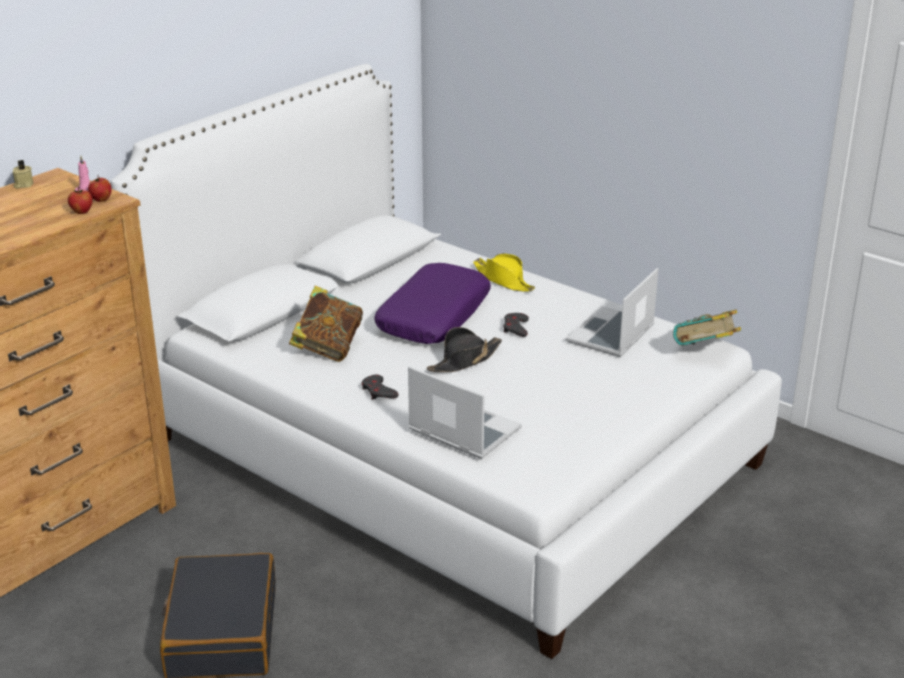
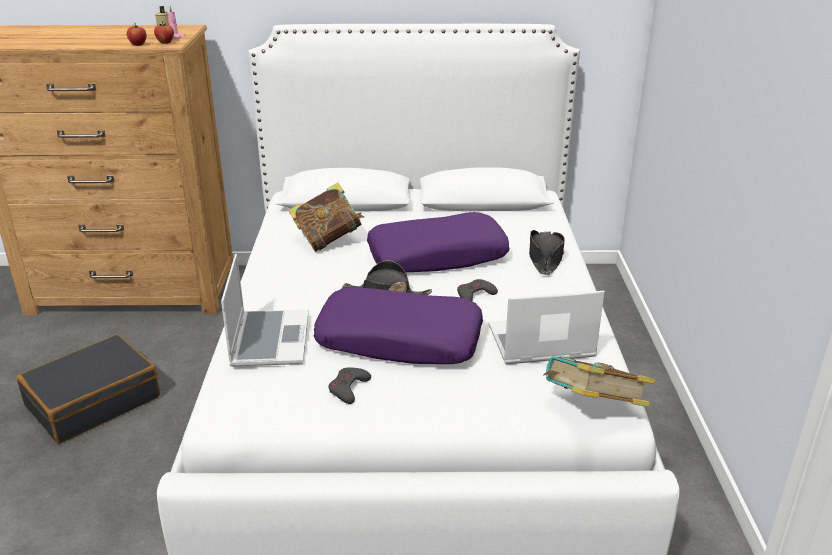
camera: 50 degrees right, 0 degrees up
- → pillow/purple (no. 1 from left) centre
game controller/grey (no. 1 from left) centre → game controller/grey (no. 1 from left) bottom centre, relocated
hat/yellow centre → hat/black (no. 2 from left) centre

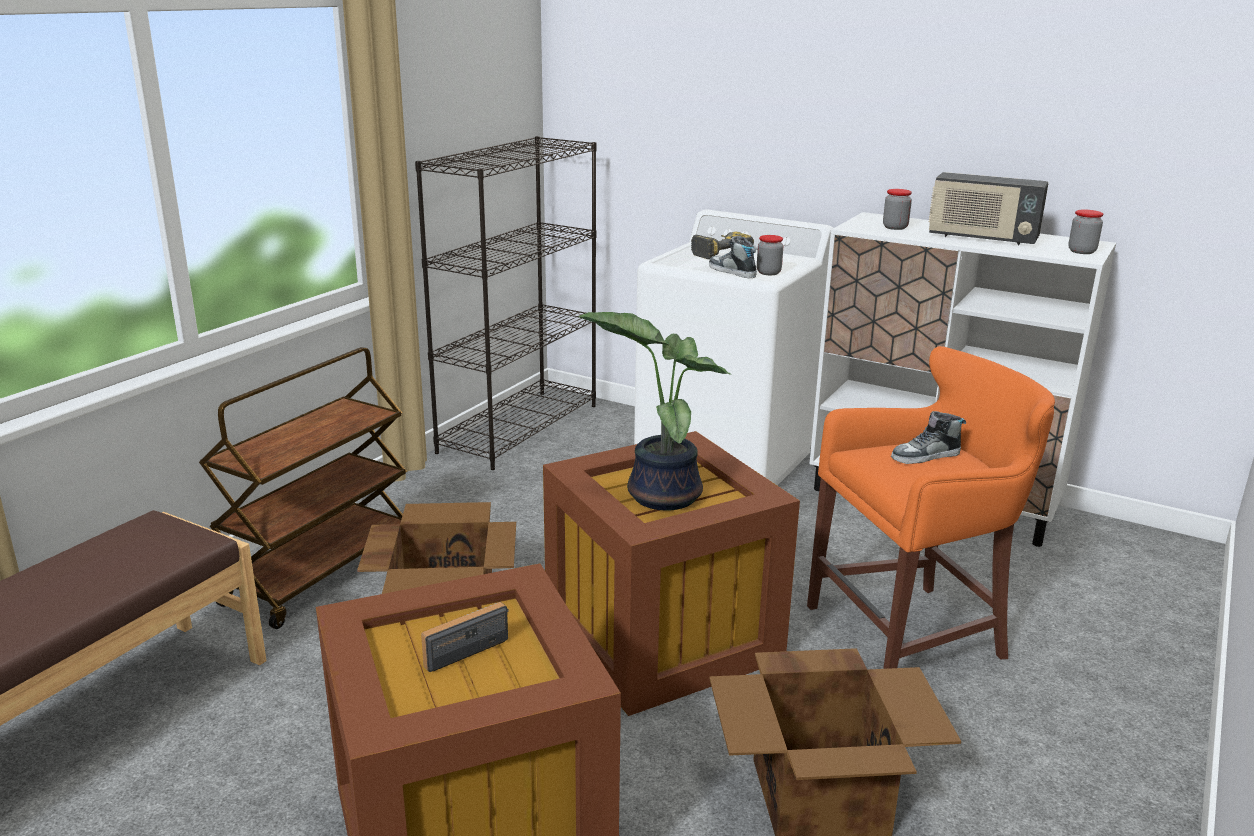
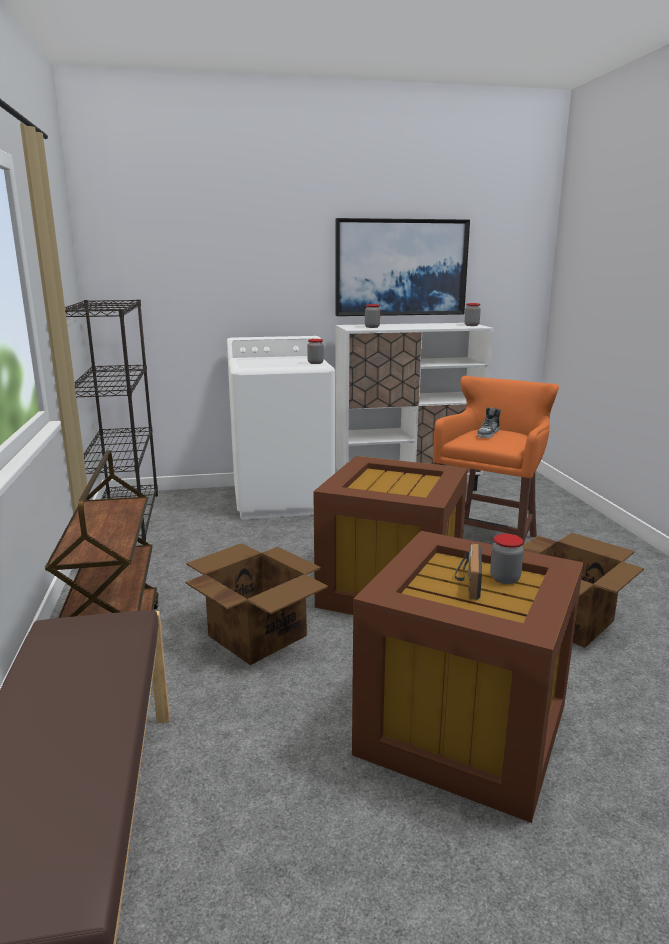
camera: 40 degrees left, 5 degrees down
- → picture top centre
- → jar (no. 4 from left) middle right
potted plant centre → -
power drill top centre → -
shoe (no. 1 from left) top centre → -
radio (no. 2 from left) top right → -

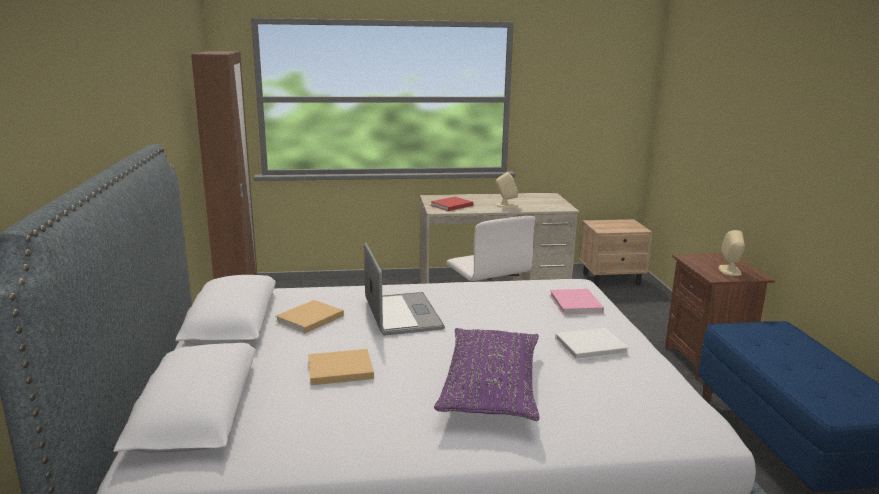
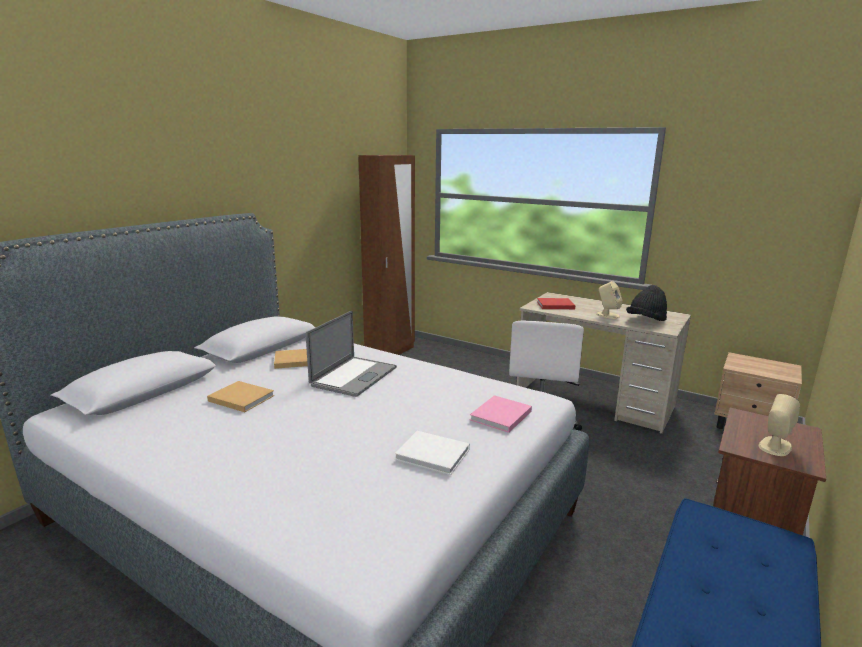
camera: 40 degrees right, 0 degrees up
- → hat/black middle right
pillow/purple bottom centre → -

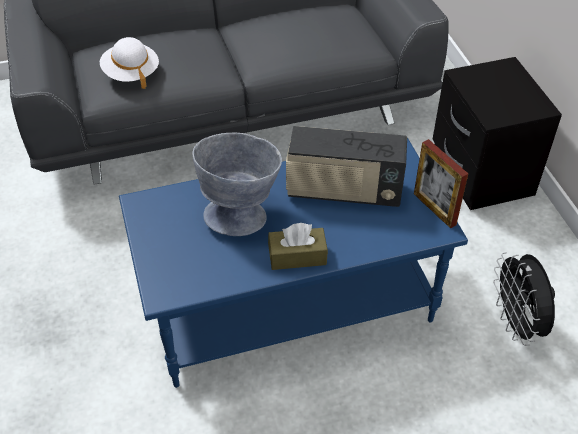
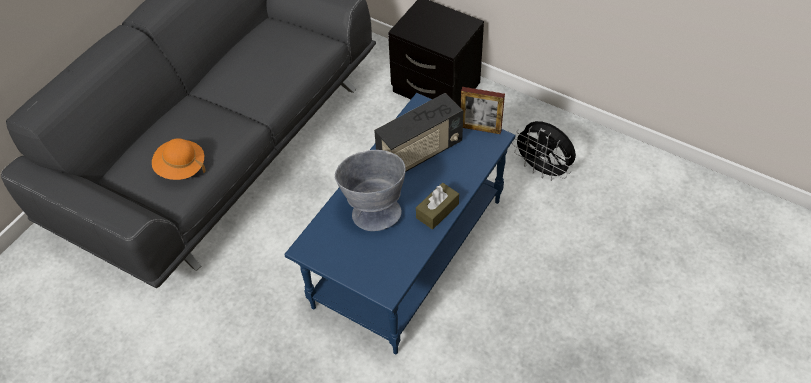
camera: 40 degrees left, 5 degrees up
hat/white top left → hat/orange middle left

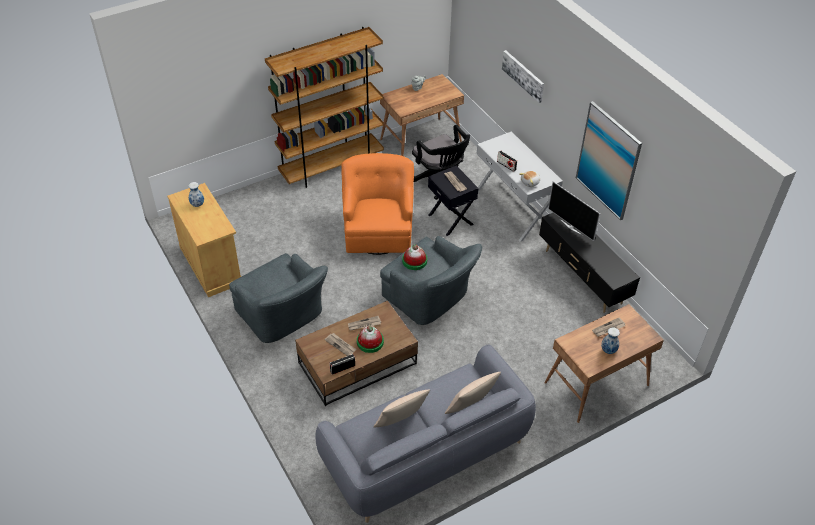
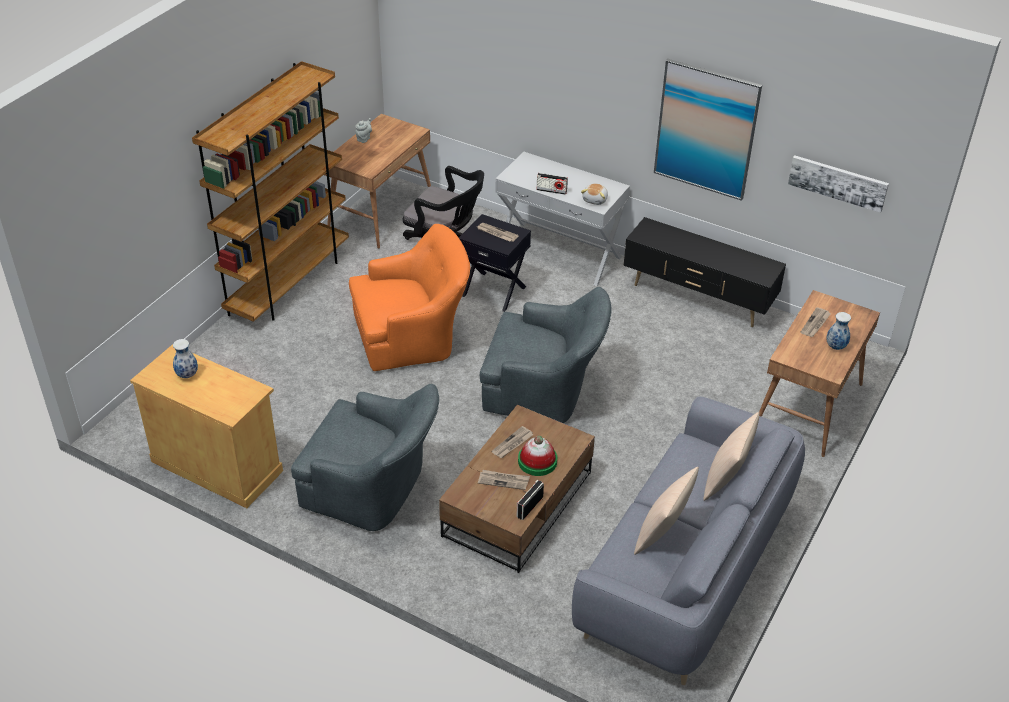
camera: 30 degrees left, 5 degrees down
armchair/orange centre, 105 degrees clockwise
picture (no. 1 from left in the first image) top centre → picture (no. 2 from left) top right, relocated
hat (no. 2 from left) centre → -
television middle right → -

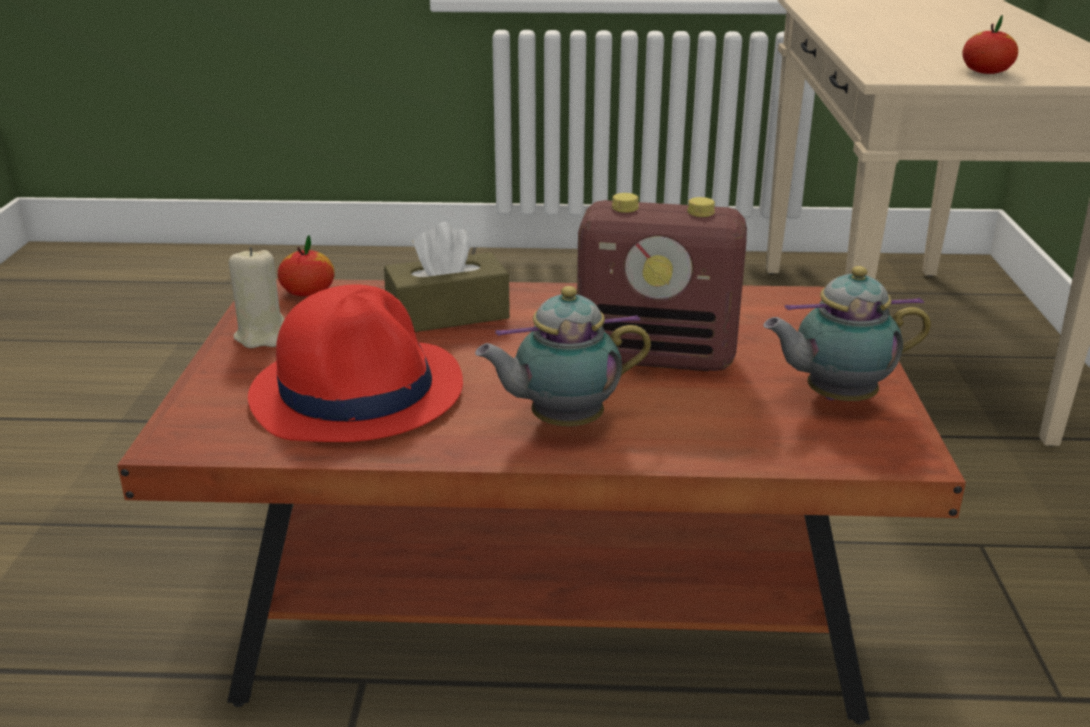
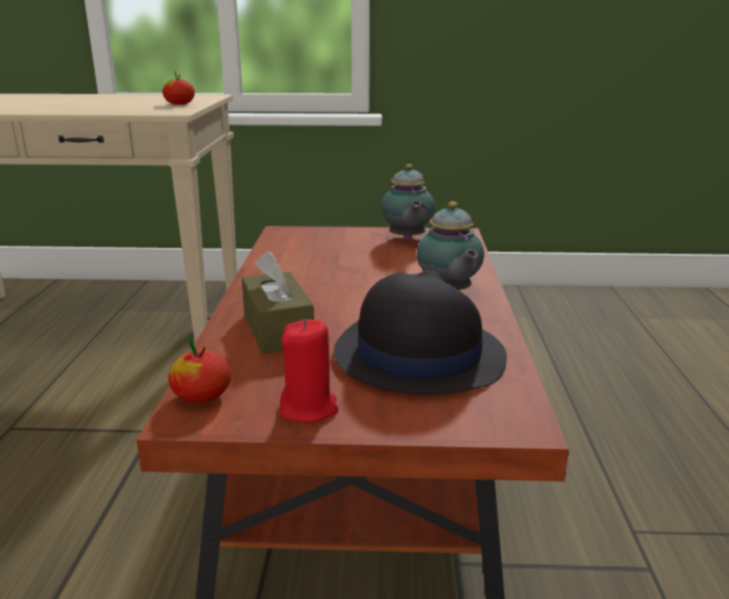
camera: 90 degrees left, 5 degrees down
candle/beige middle left → candle/red centre
hat/red middle left → hat/black centre
radio centre → -

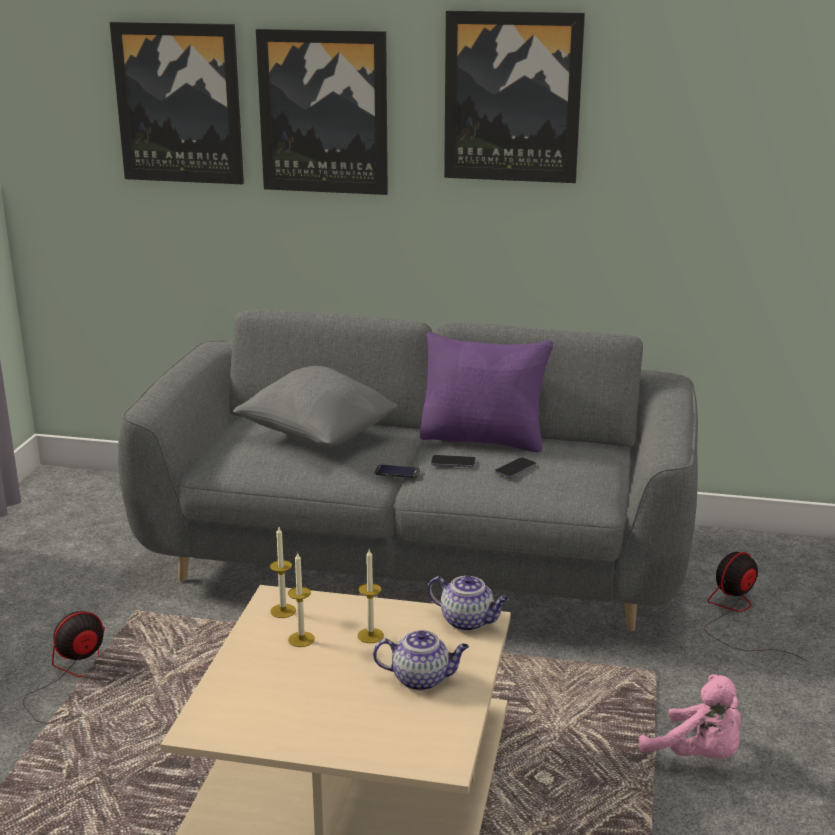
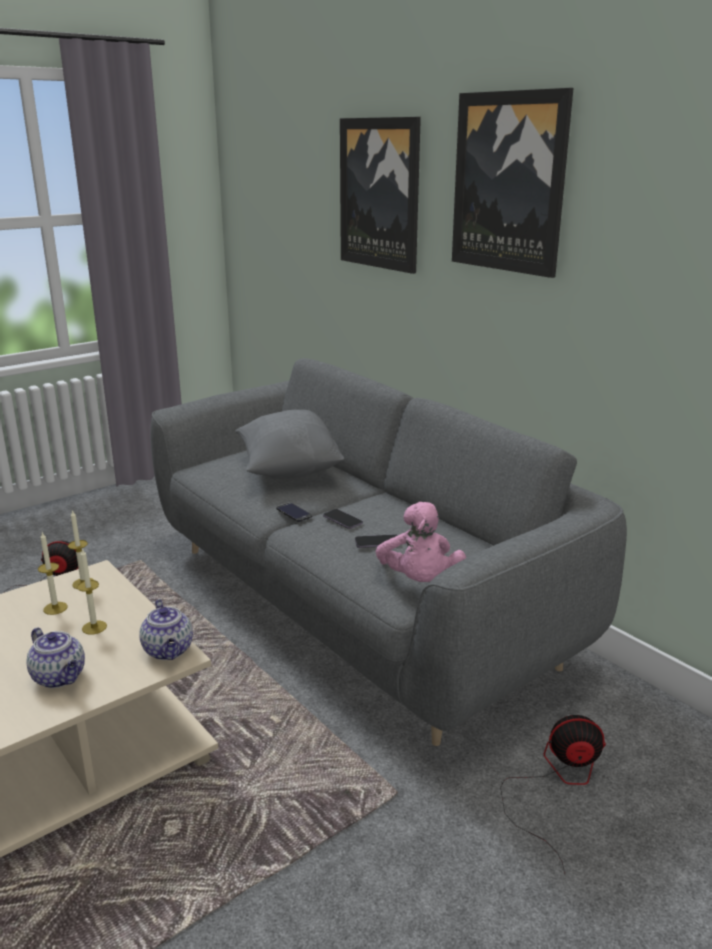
camera: 40 degrees right, 0 degrees up
plush toy/pink bottom right → plush toy/pink centre, relocated
picture (no. 1 from left) top left → -
pillow/purple centre → -

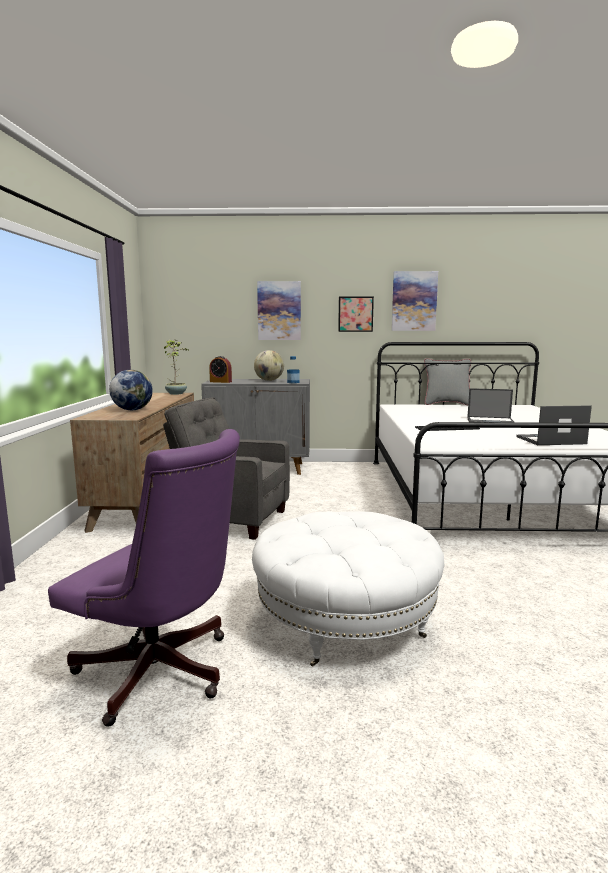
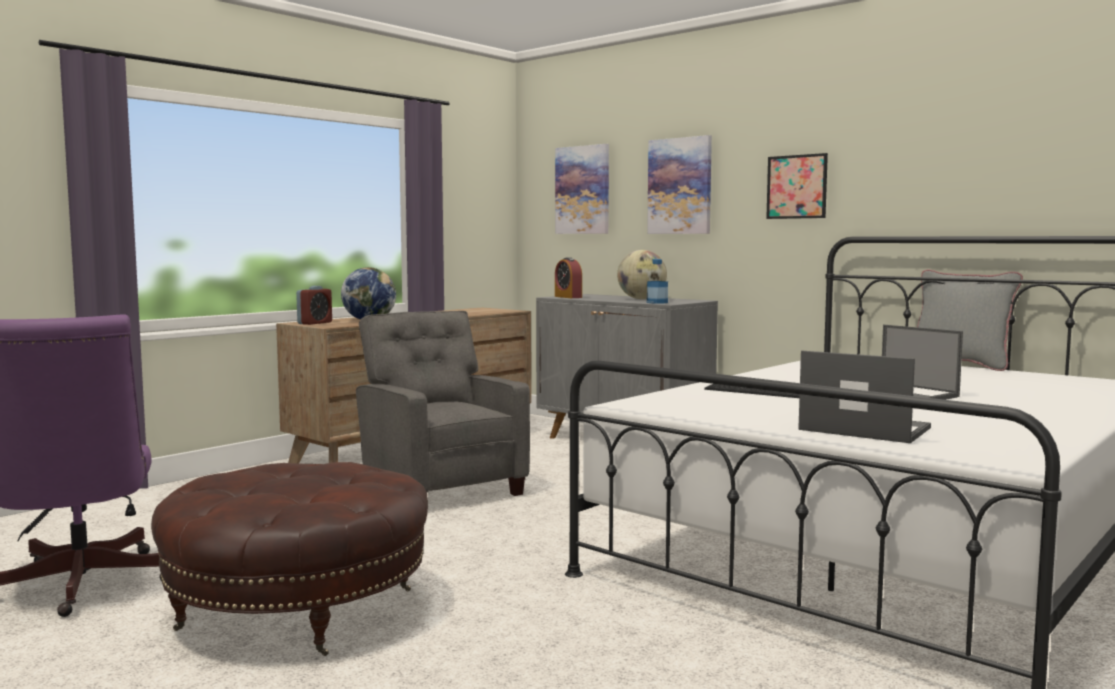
camera: 40 degrees right, 5 degrees down
ottoman/white bottom centre → ottoman/brown bottom left
- → alarm clock (no. 1 from left) middle left
picture (no. 3 from left in the first image) middle right → picture (no. 1 from left) top centre, relocated
potted plant middle left → -

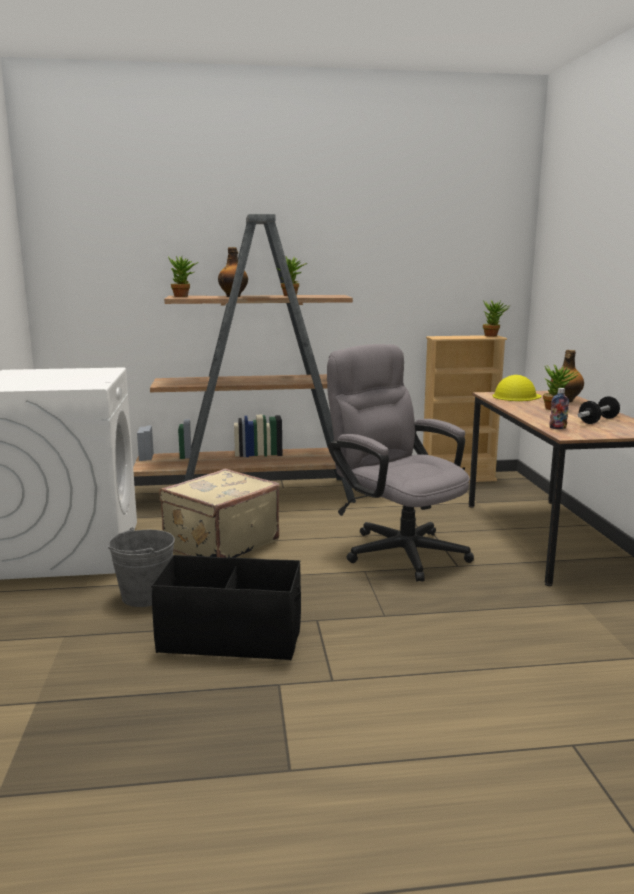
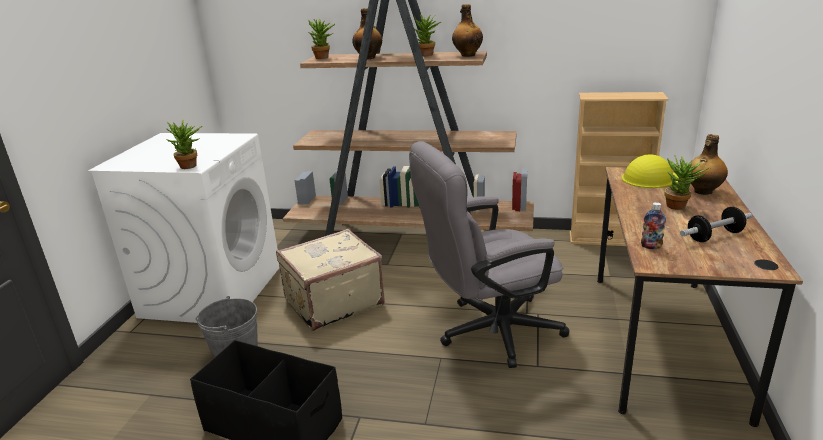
camera: 20 degrees right, 10 degrees up
potted plant (no. 3 from left in the first image) middle right → potted plant (no. 1 from left) top left, relocated
office chair/grey centre, 90 degrees counterclockwise
- → bottle (no. 2 from left) top centre

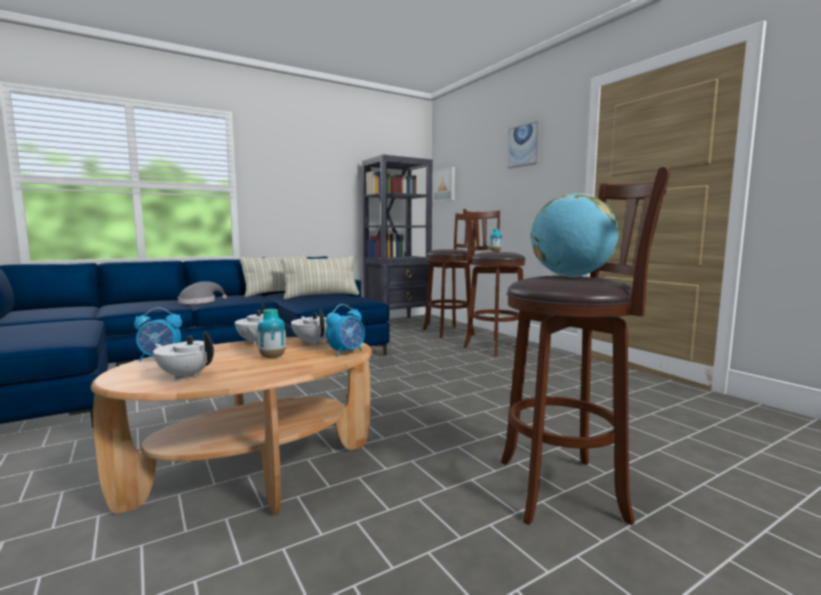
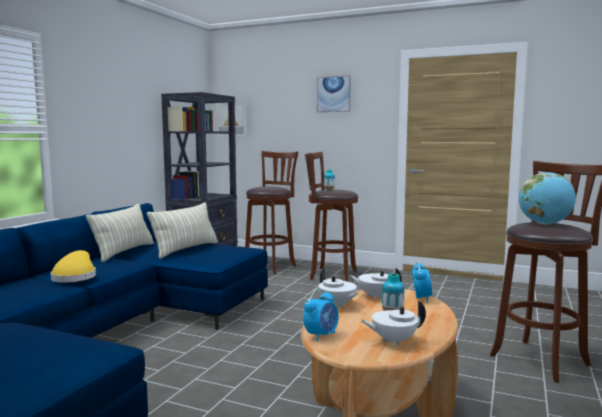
camera: 35 degrees left, 0 degrees up
hat/grey middle left → hat/yellow middle left

